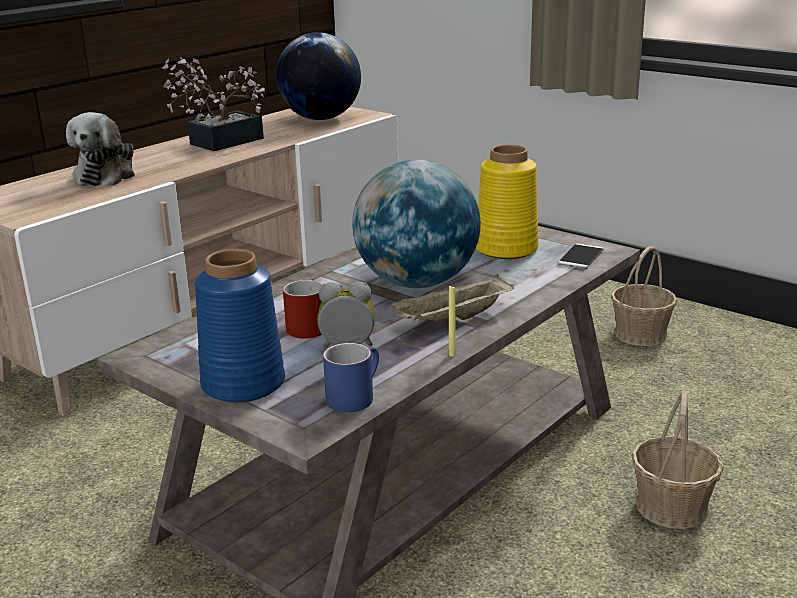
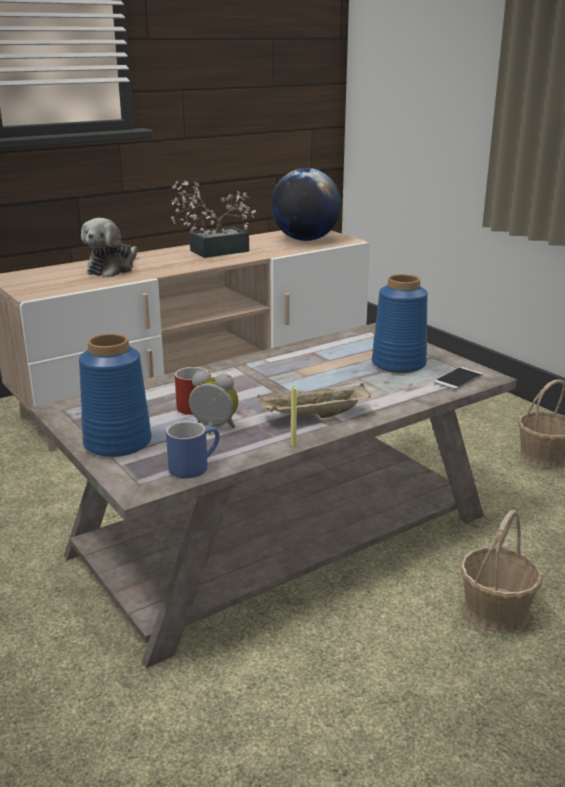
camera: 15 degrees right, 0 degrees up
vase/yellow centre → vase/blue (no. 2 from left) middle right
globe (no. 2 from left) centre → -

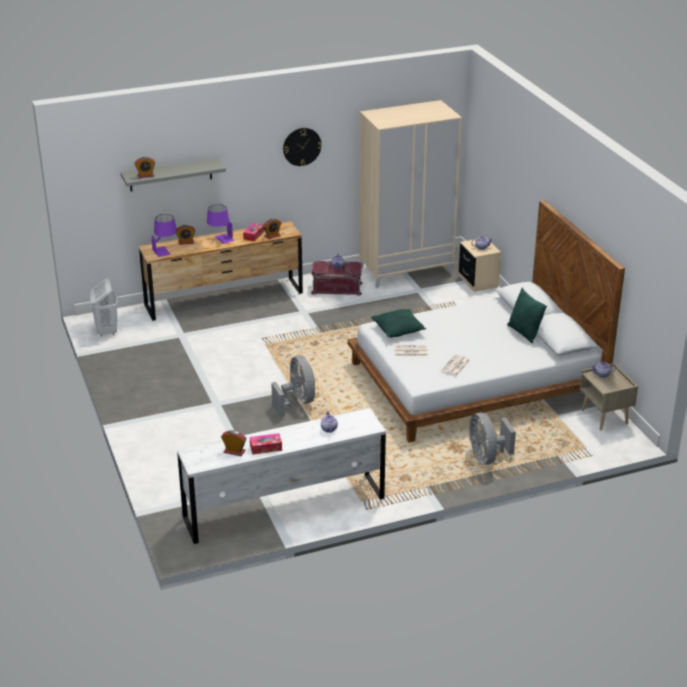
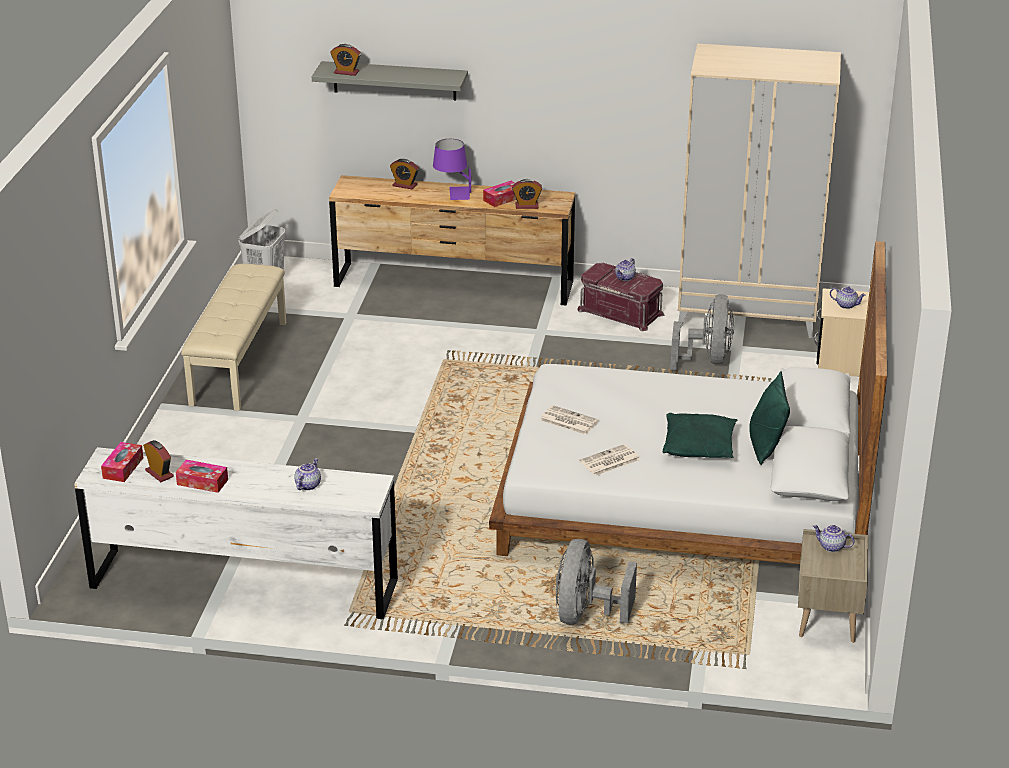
camera: 30 degrees right, 0 degrees up
- → tissue box (no. 1 from left) middle left
- → bench/beige middle left
pillow/green (no. 1 from left) centre → pillow/green (no. 1 from left) middle right, relocated
fan/grey (no. 1 from left in the first image) centre → fan/grey (no. 2 from left) middle right, relocated
table lamp/purple (no. 1 from left) middle left → -
wall clock top centre → -

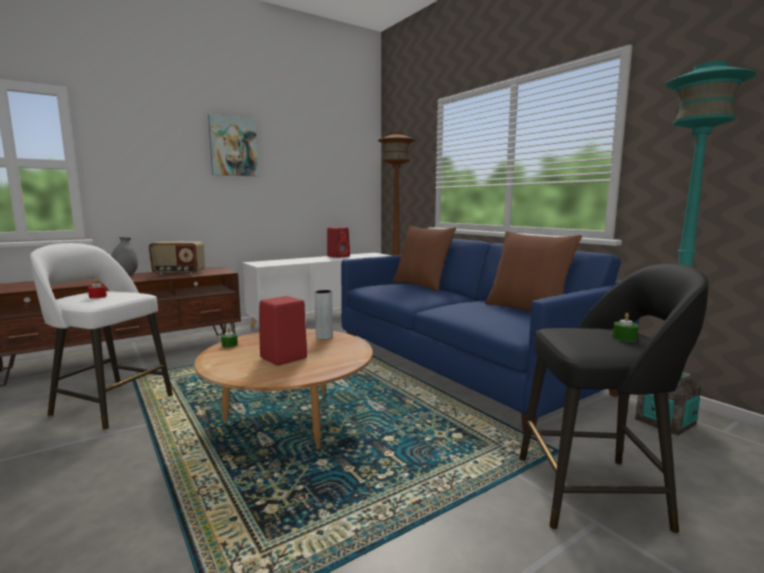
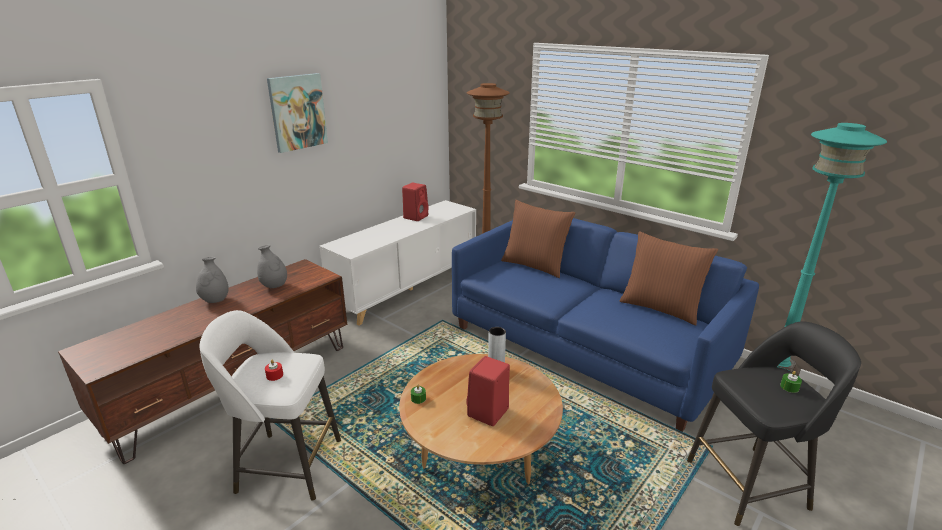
camera: 15 degrees left, 15 degrees up
radio middle left → vase/grey (no. 2 from left) middle left

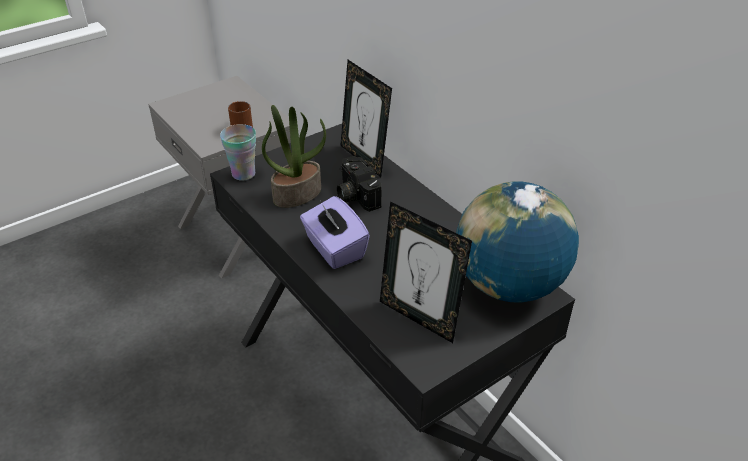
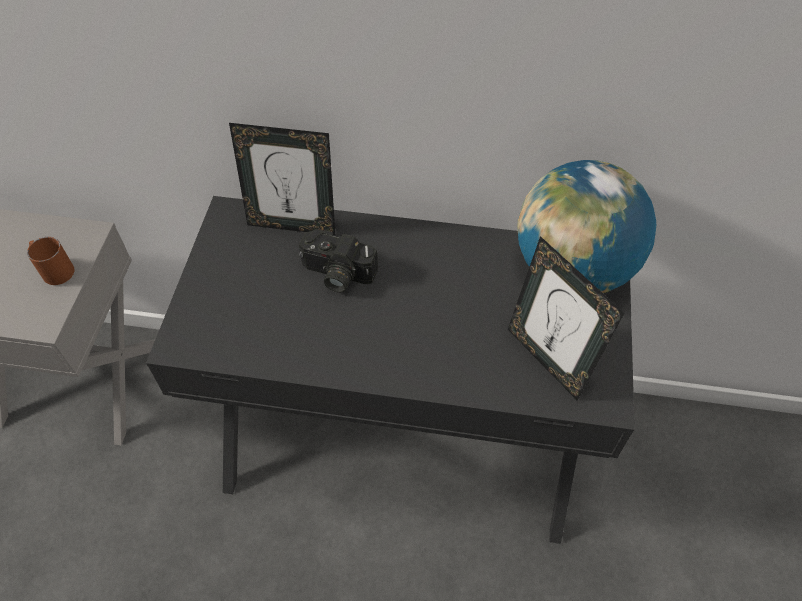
camera: 45 degrees left, 15 degrees up
picture frame (no. 2 from left) centre → picture frame (no. 2 from left) middle right, 60 degrees clockwise
cup top left → -
potted plant centre → -
tissue box/purple centre → -

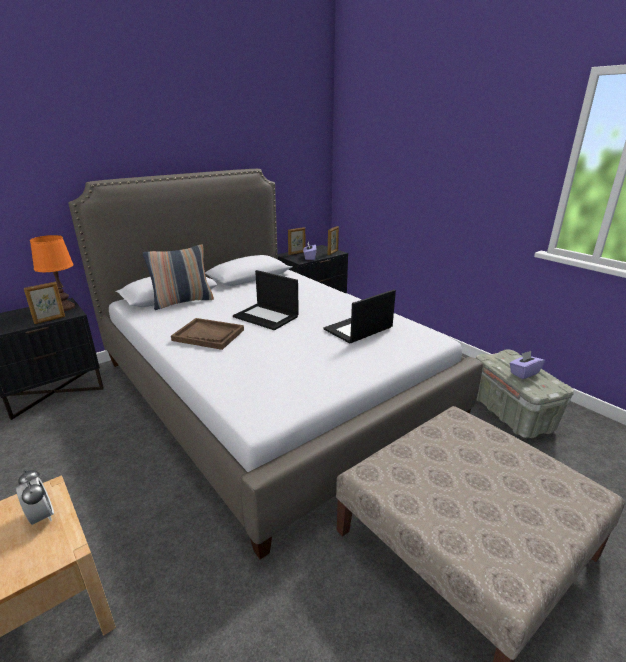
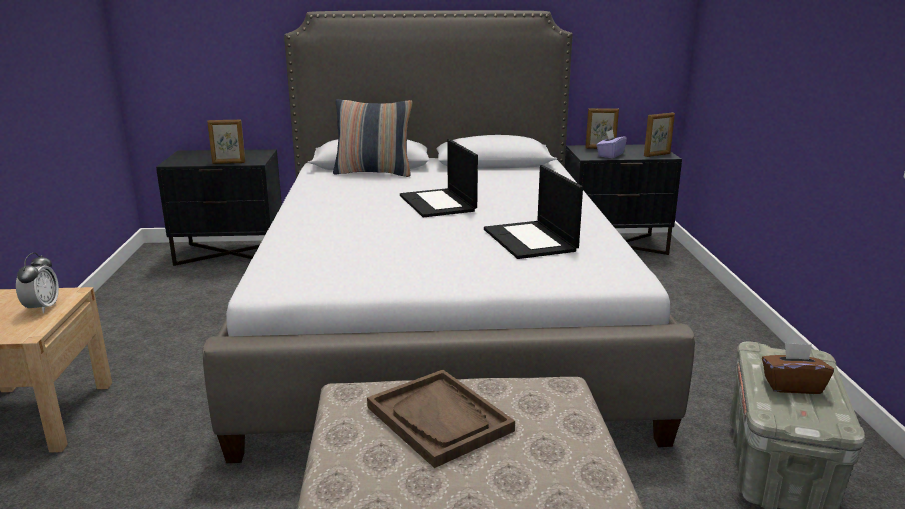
camera: 35 degrees right, 5 degrees down
tray/brown middle left → tray/brown bottom centre, relocated
laptop (no. 2 from left) centre, 105 degrees counterclockwise
tissue box/purple (no. 2 from left) middle right → tissue box/brown bottom right
table lamp/orange middle left → -

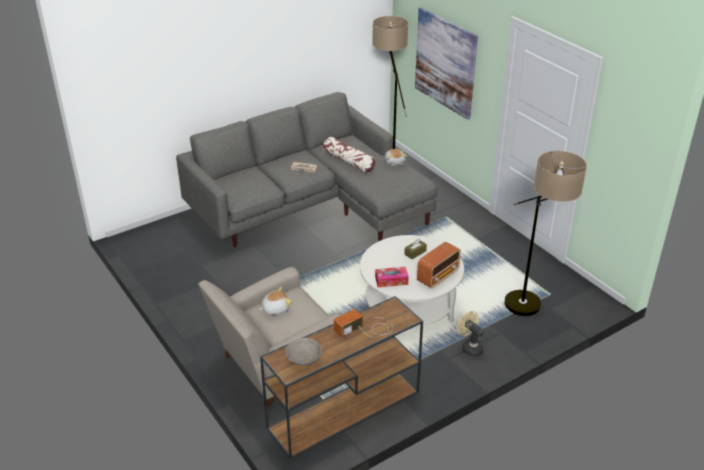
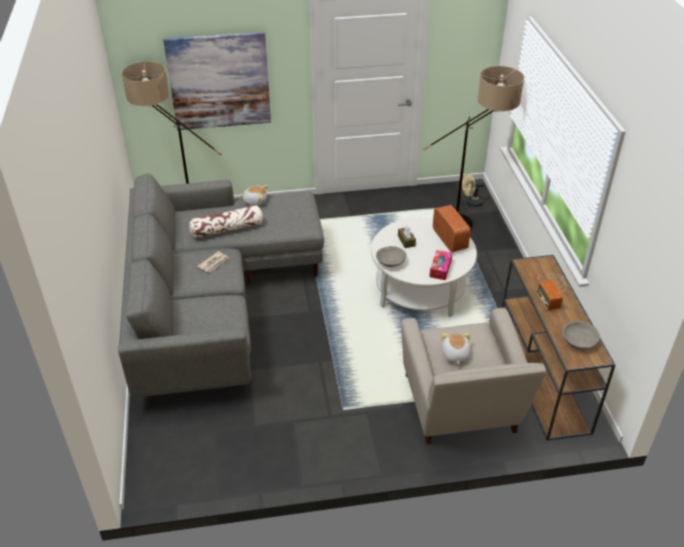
camera: 65 degrees left, 5 degrees up
- → bowl/grey (no. 1 from left) centre
fan/beige bottom right → fan/beige middle right, relocated

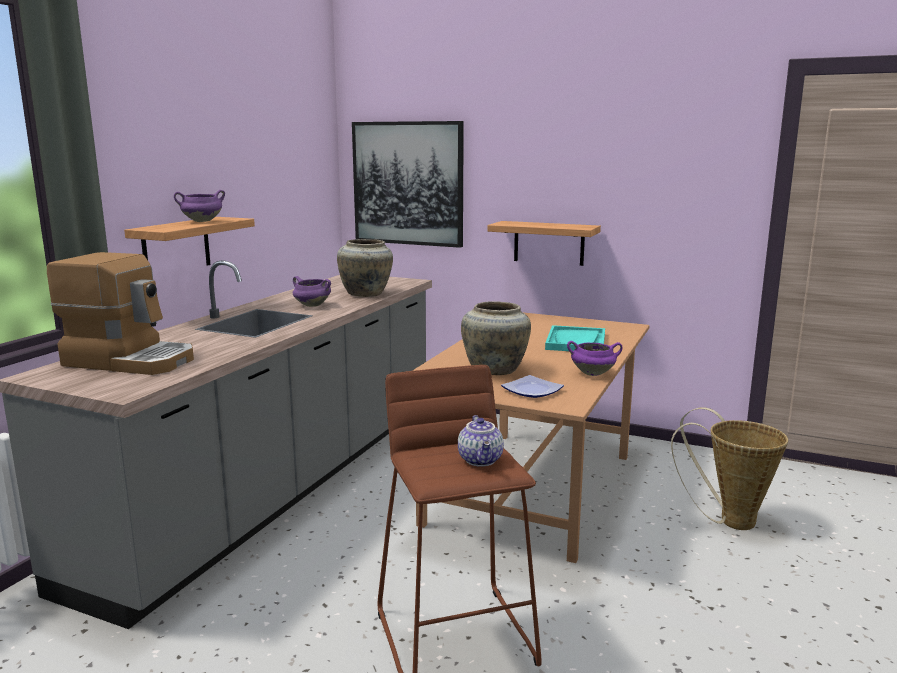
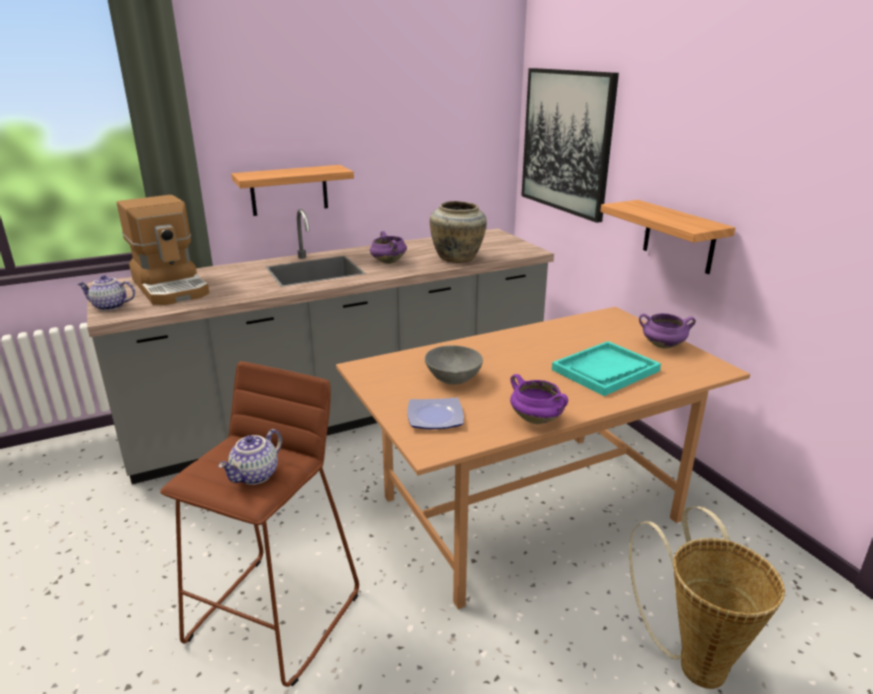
camera: 40 degrees right, 10 degrees up
- → teapot (no. 1 from left) middle left
vase/beige (no. 2 from left) centre → bowl/grey centre
cooking pot/purple (no. 1 from left in the first image) top left → cooking pot/purple (no. 3 from left) middle right, relocated

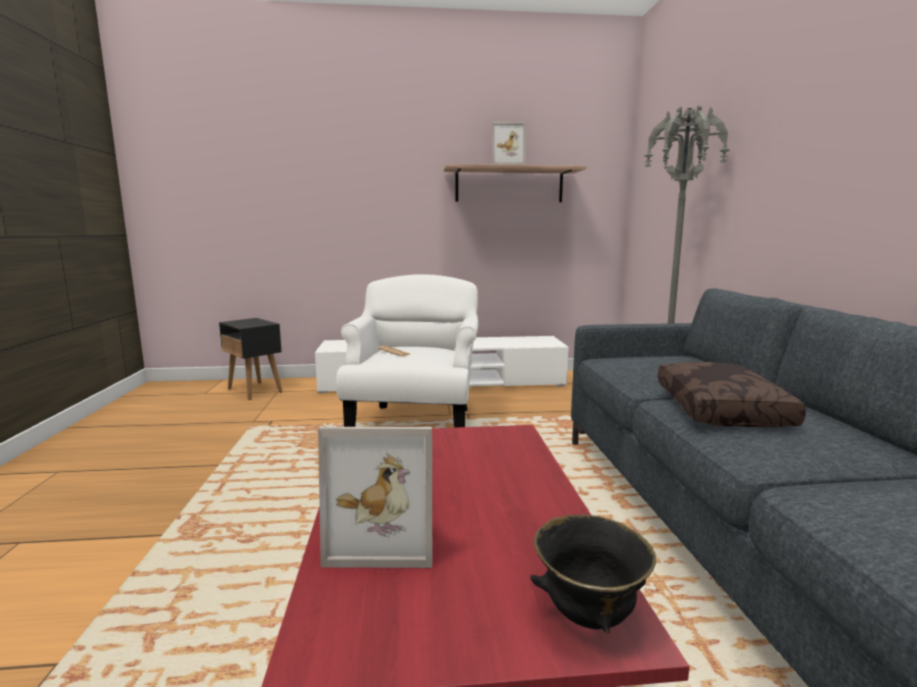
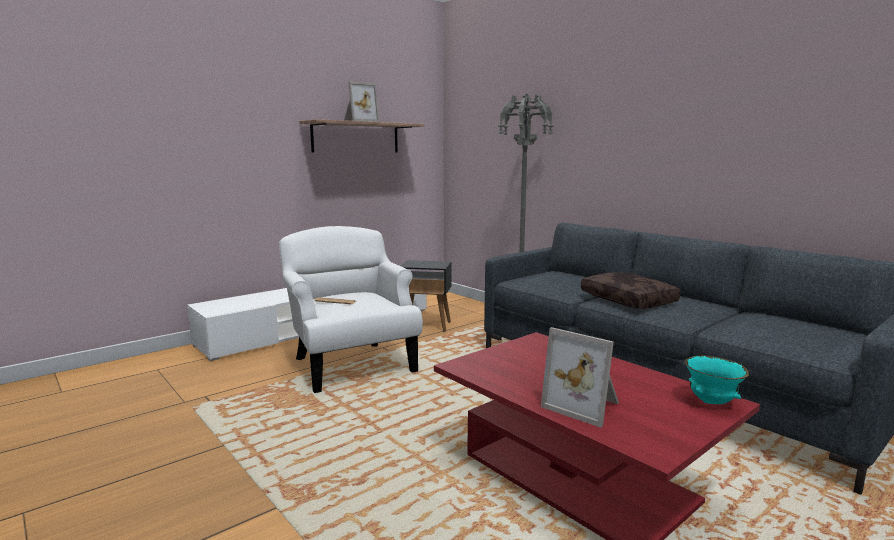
camera: 35 degrees left, 0 degrees up
side table/black middle left → side table/black centre, relocated
picture frame (no. 1 from left in the first image) bottom centre → picture frame (no. 2 from left) bottom centre, 75 degrees clockwise
bowl/black bottom centre → bowl/turquoise bottom right

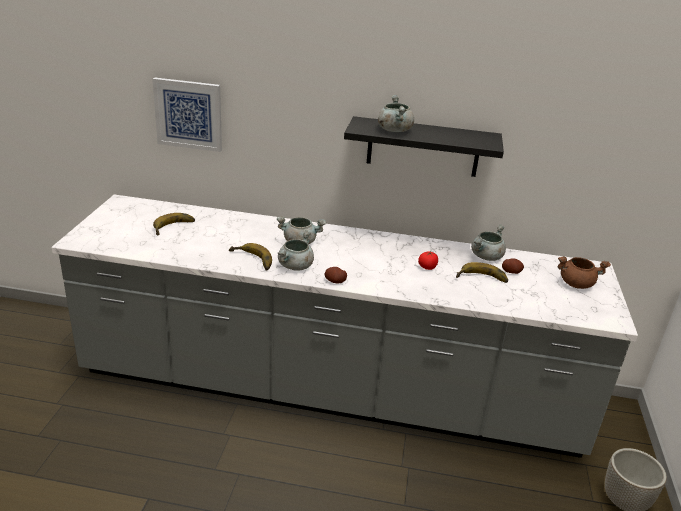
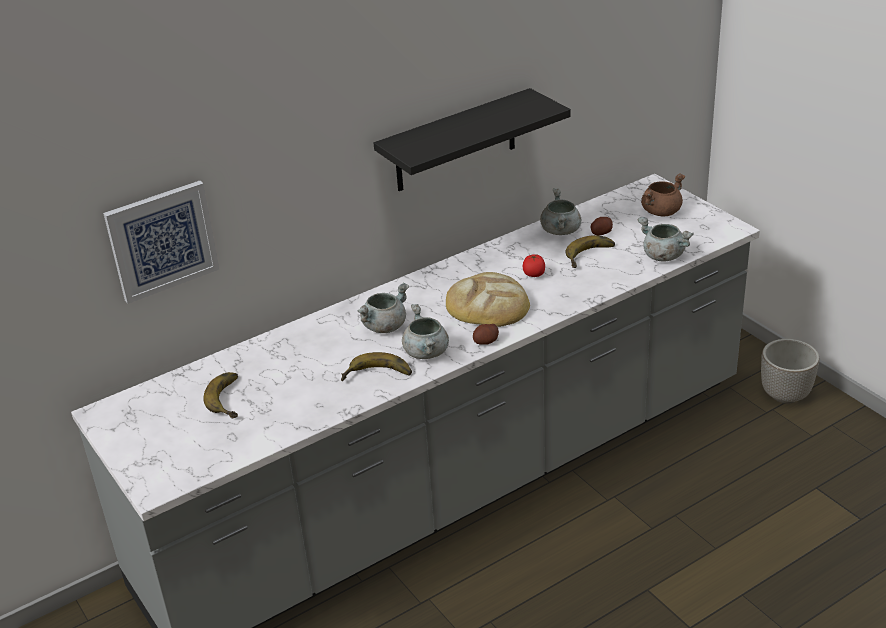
camera: 40 degrees left, 5 degrees up
- → bread centre
cooking pot/grey (no. 3 from left in the first image) top centre → cooking pot/grey (no. 4 from left) middle right, relocated

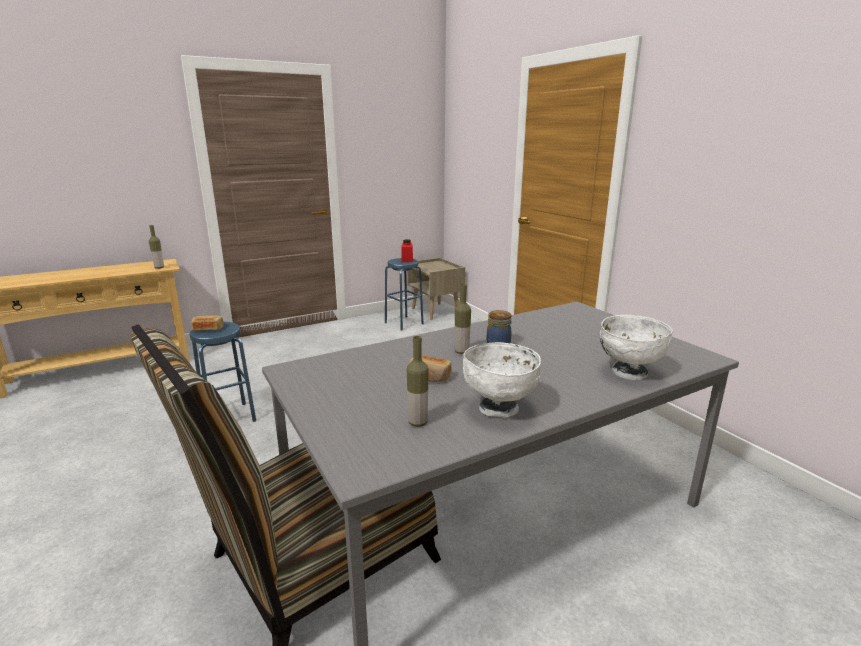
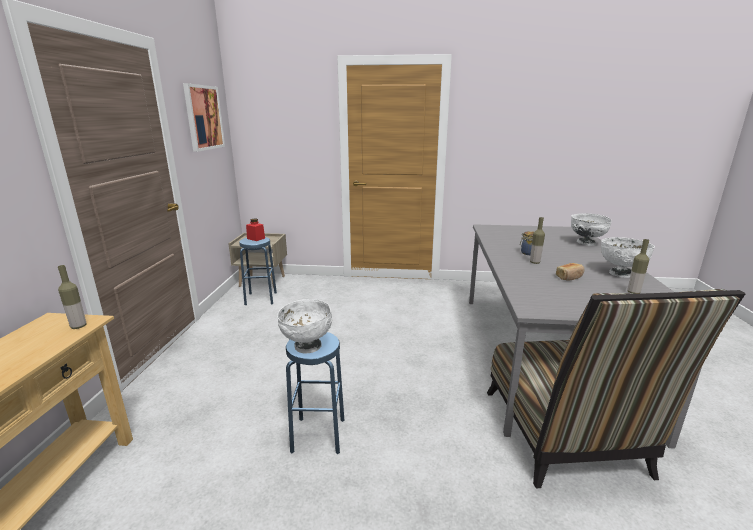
camera: 55 degrees left, 0 degrees up
- → picture top left
bread (no. 1 from left) middle left → bowl/white (no. 1 from left) centre

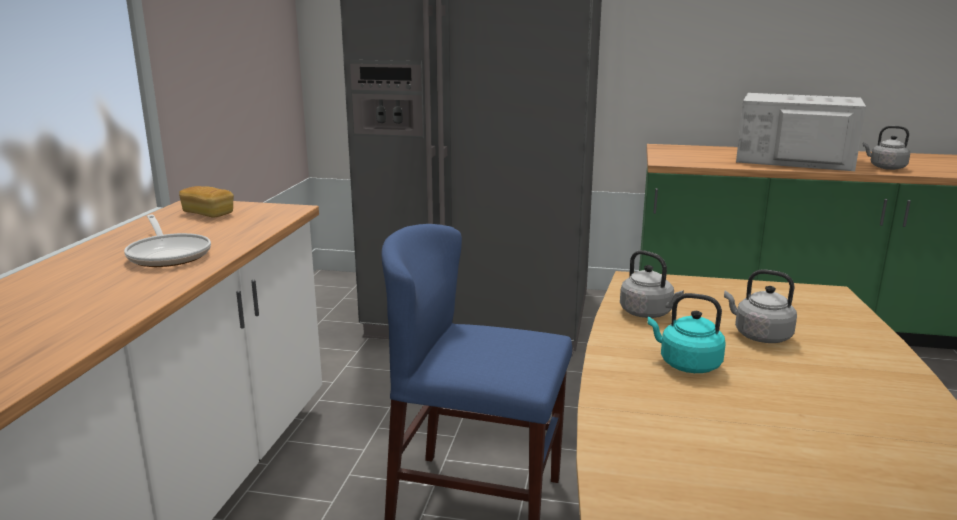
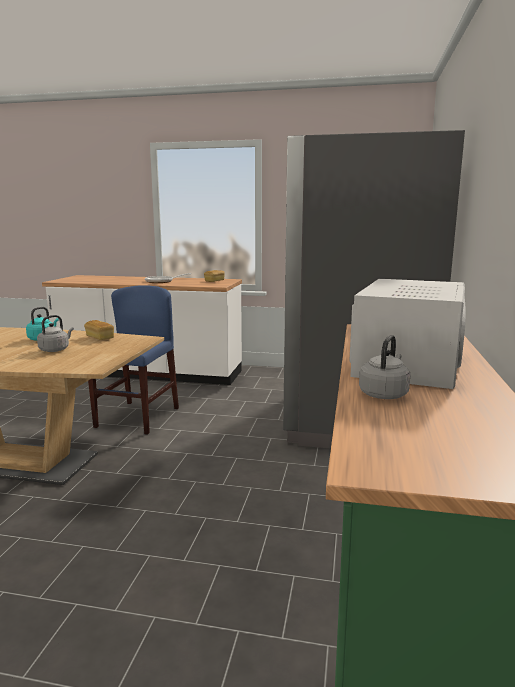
camera: 90 degrees right, 5 degrees down
kettle/grey (no. 1 from left) middle right → bread (no. 1 from left) middle left

